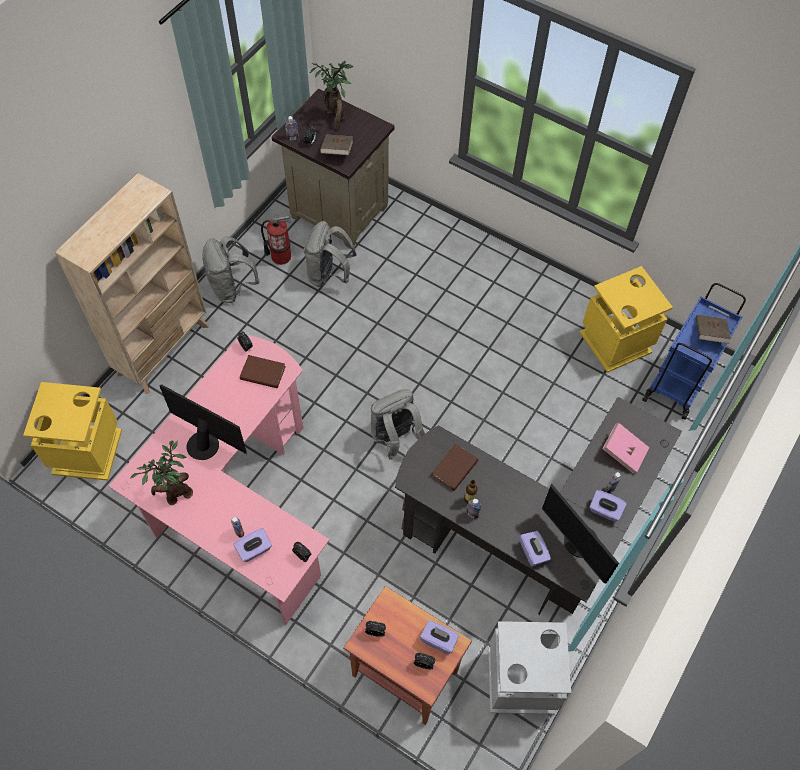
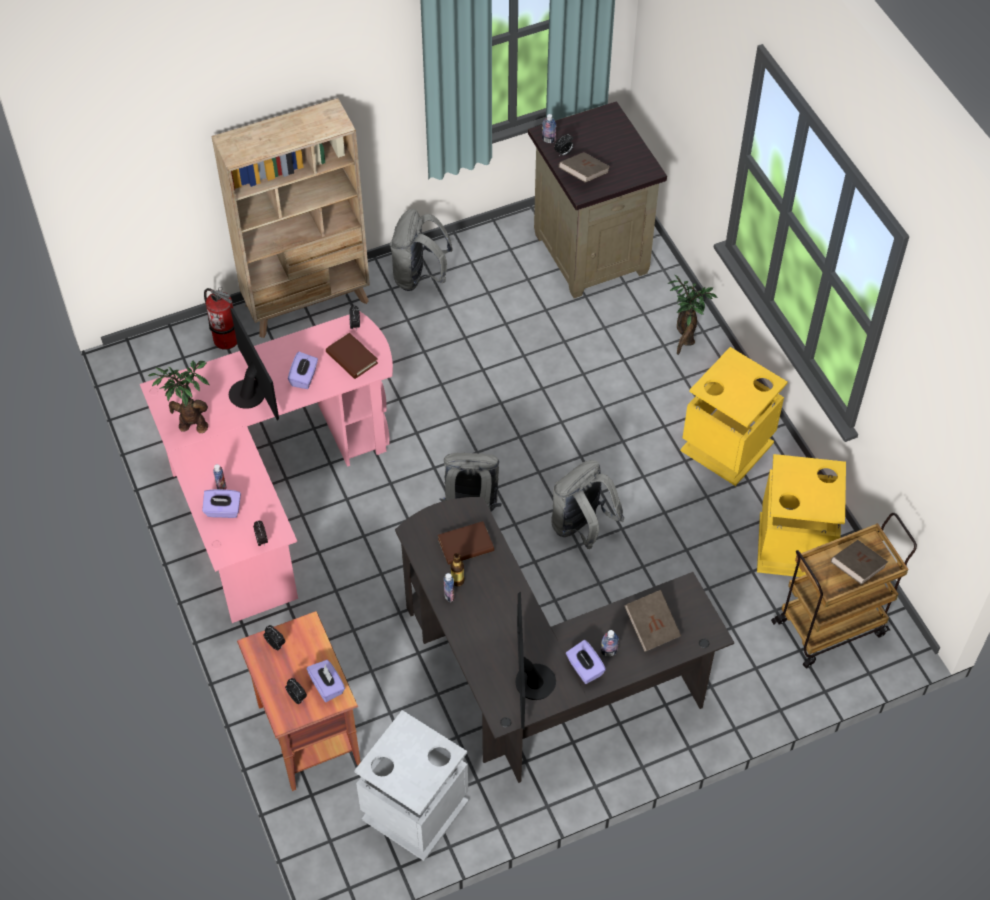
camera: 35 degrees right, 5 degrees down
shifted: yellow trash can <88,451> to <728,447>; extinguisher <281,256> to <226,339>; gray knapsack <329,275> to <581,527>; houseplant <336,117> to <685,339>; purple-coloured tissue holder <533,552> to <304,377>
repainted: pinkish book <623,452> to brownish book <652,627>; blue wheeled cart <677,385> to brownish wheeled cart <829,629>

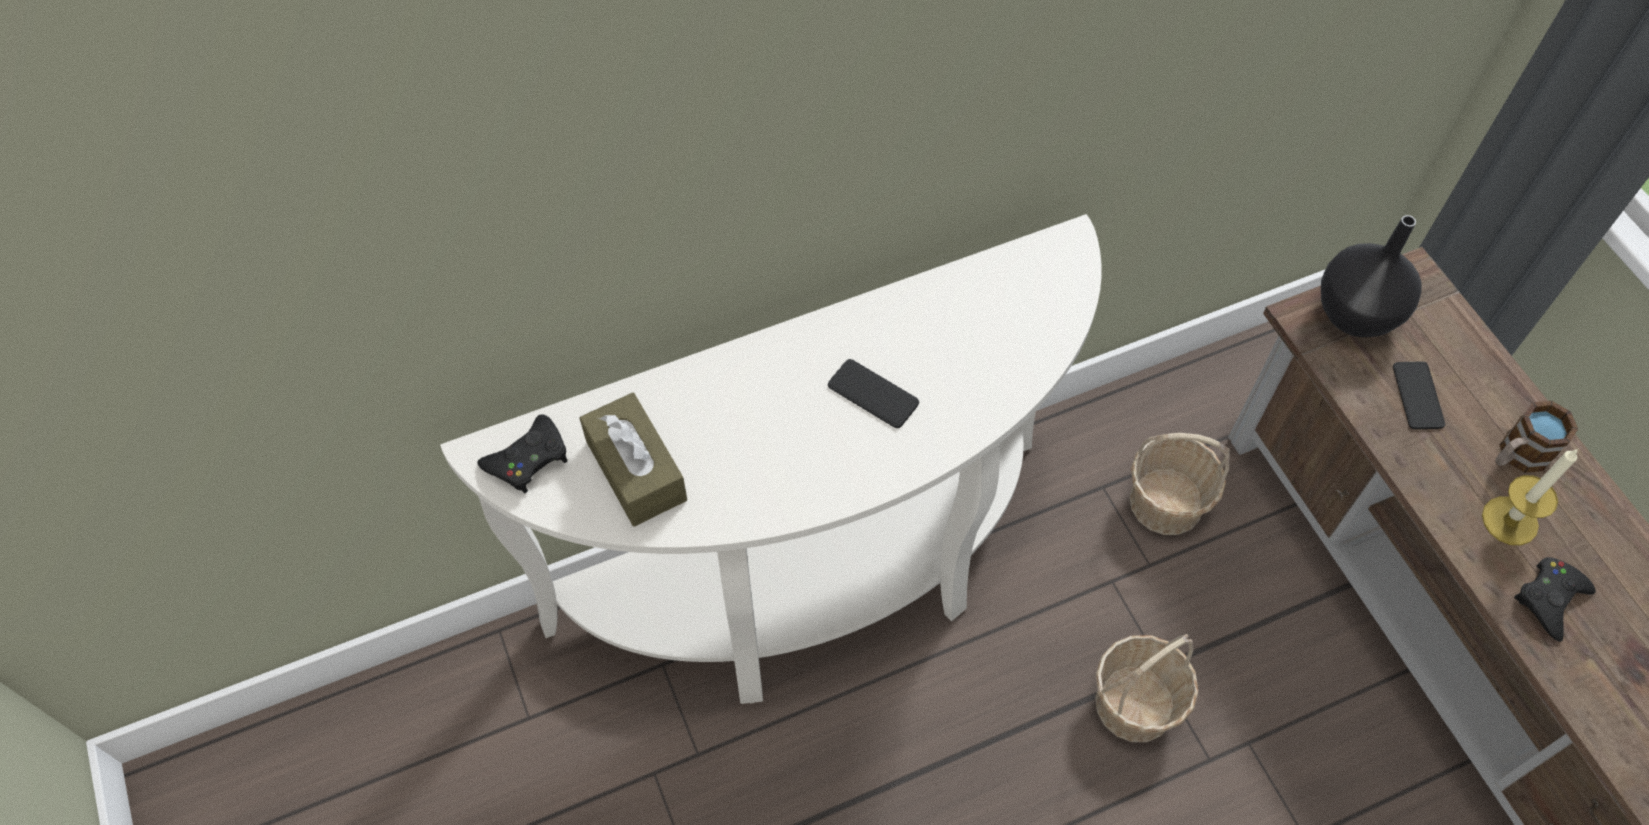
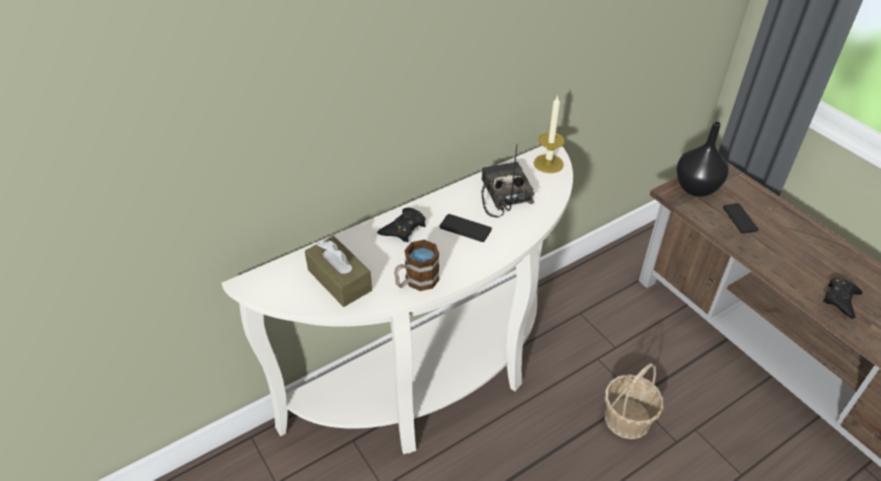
camera: 10 degrees left, 15 degrees down
gone: basket <1166,502>
new: radio <503,194>
shifted: black gamepad <528,459> to <403,228>; wax light <1510,520> to <548,163>; coffee mug <1516,455> to <416,282>

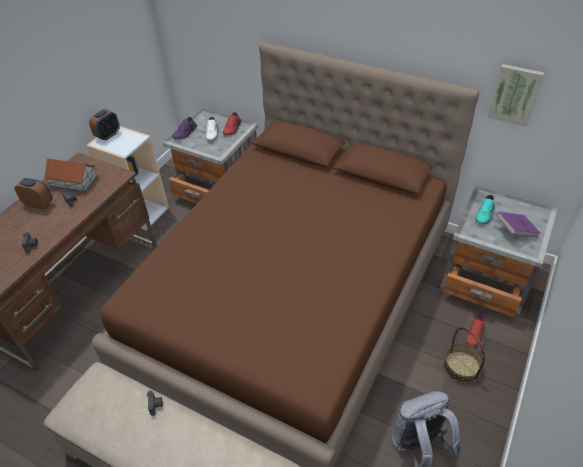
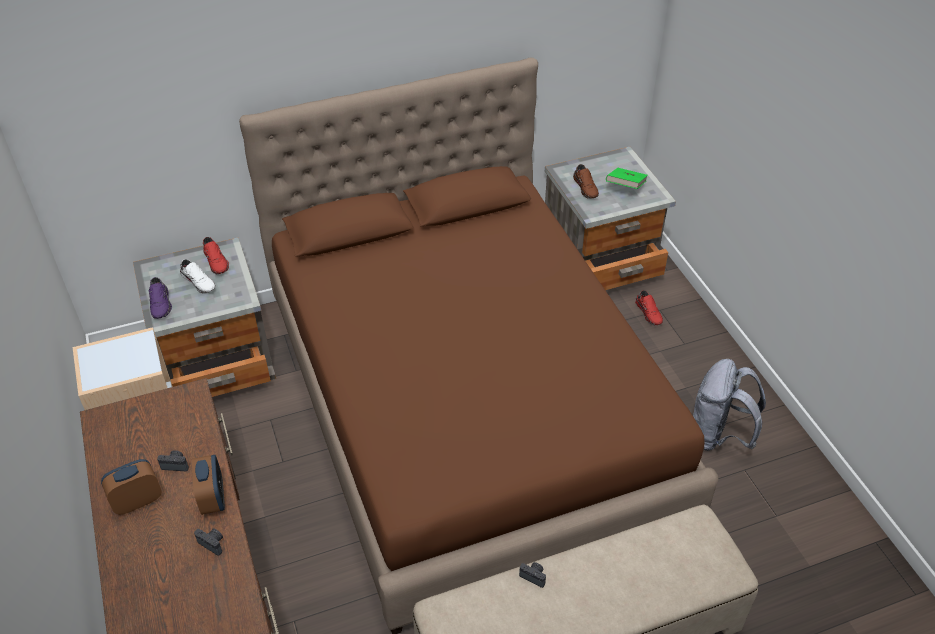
camera: 50 degrees left, 0 degrees up
gone: miniature house <74,182>; basket <462,367>; wall picture <515,94>
shifted: table clock <108,135> to <213,498>
repainted: turquoise-coloured low shoe <485,214> to brownish low shoe <586,187>; purple-coloured book <515,231> to green-coloured book <625,187>

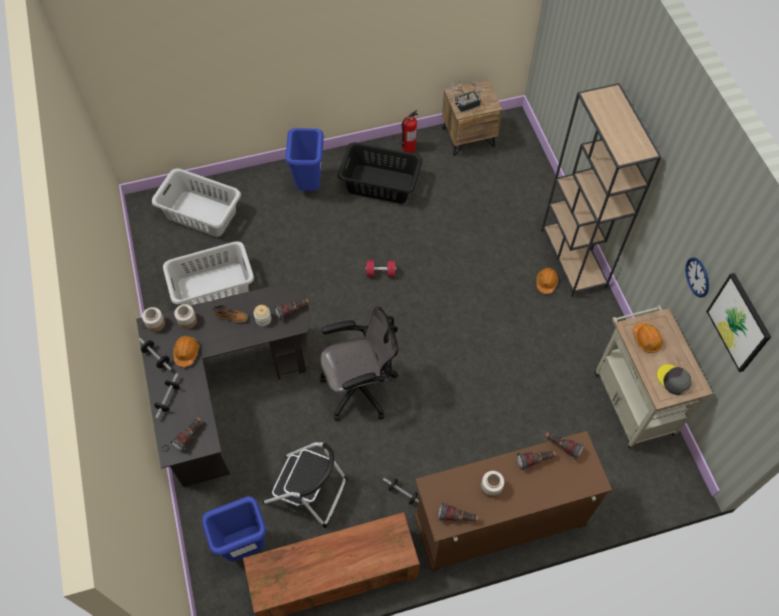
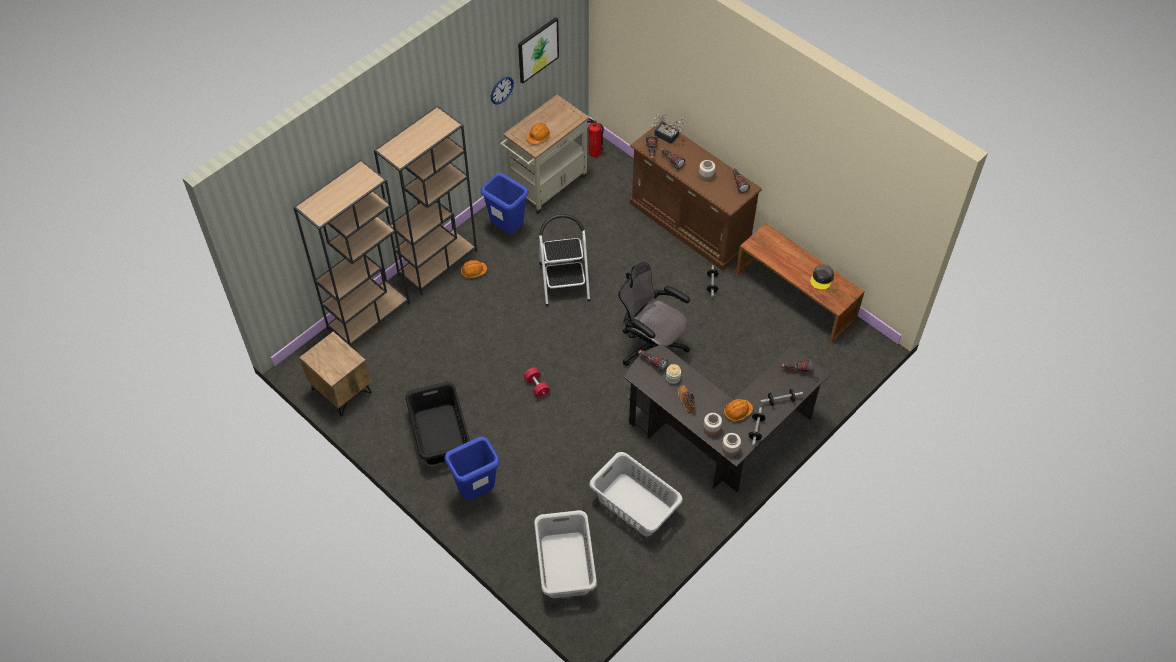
camera: 120 degrees left, 5 degrees down
new: bookcase <369,316>
shifted: blue trash can <245,546> to <507,229>; step ladder <308,492> to <564,280>; extinguisher <408,148> to <595,152>; houseplant <464,104> to <668,136>; gray baseball cap <673,380> to <822,278>

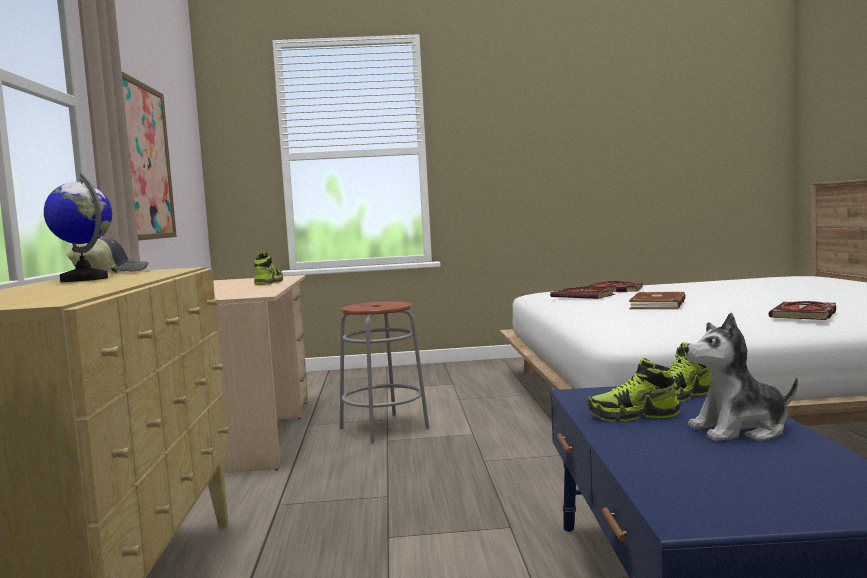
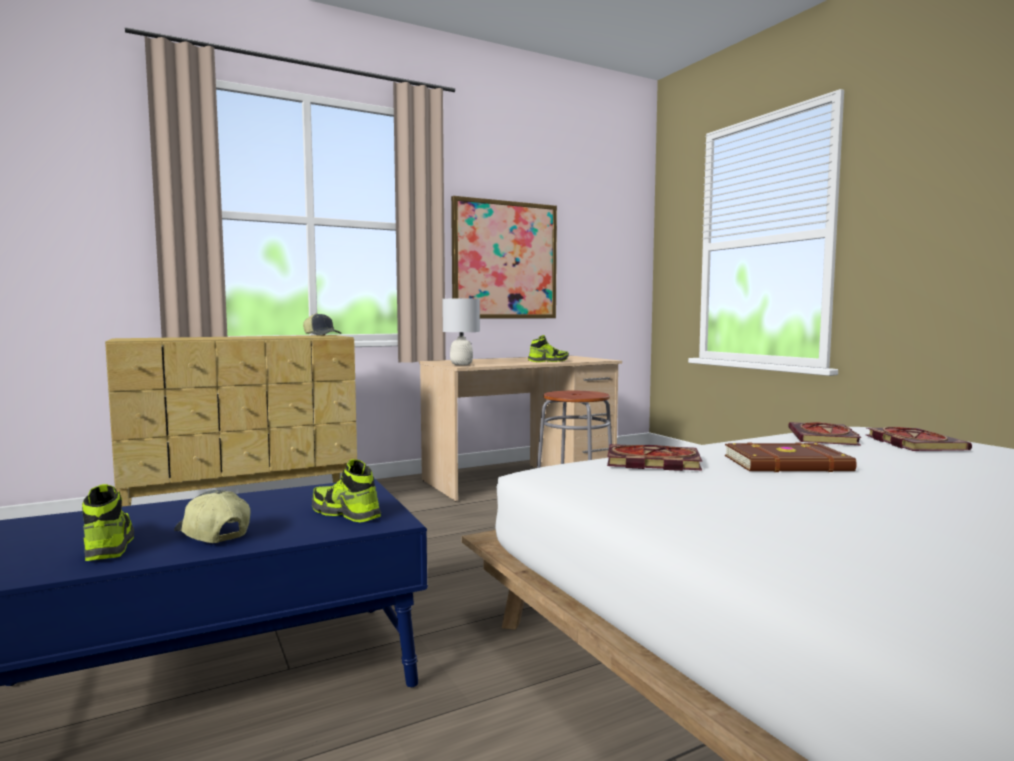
camera: 65 degrees right, 0 degrees up
gone: globe <84,279>
new: gray tabletop lamp <461,365>
shifted: low shoe <633,415> to <108,545>; book <804,315> to <650,462>
swapped: soft toy <740,430> to baseball cap <211,534>

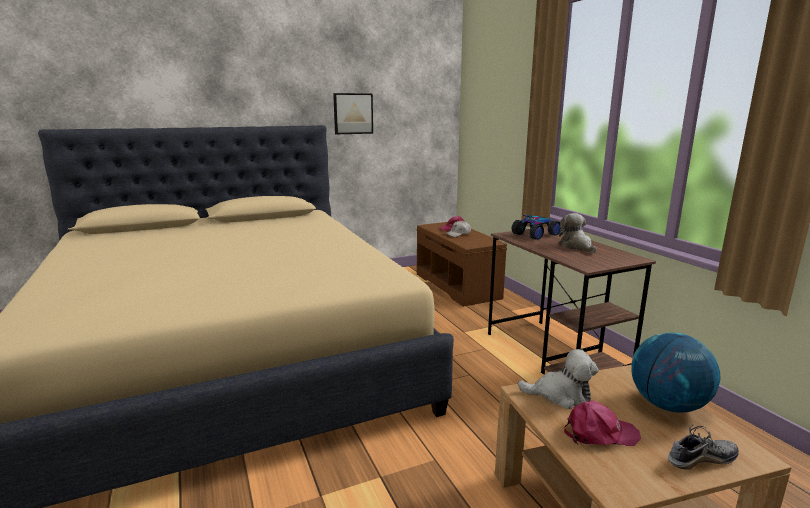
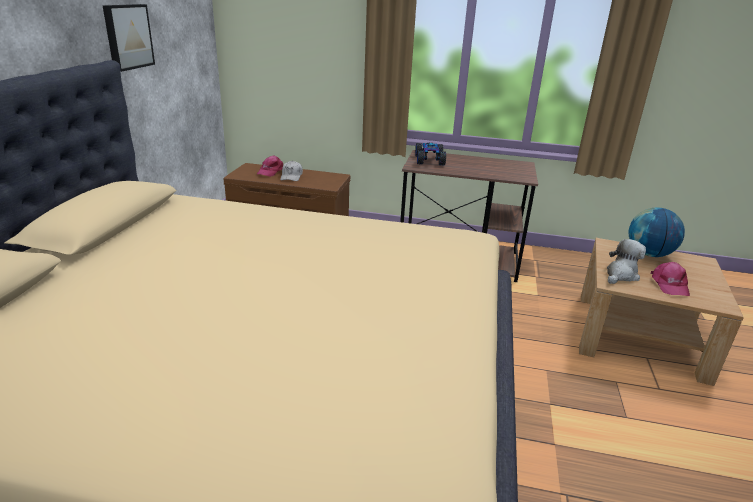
camera: 55 degrees left, 10 degrees up
gone: soft toy <576,247>; low shoe <701,459>
rotated: pinkish baseball cap <599,433> = <669,284> 150 degrees clockwise

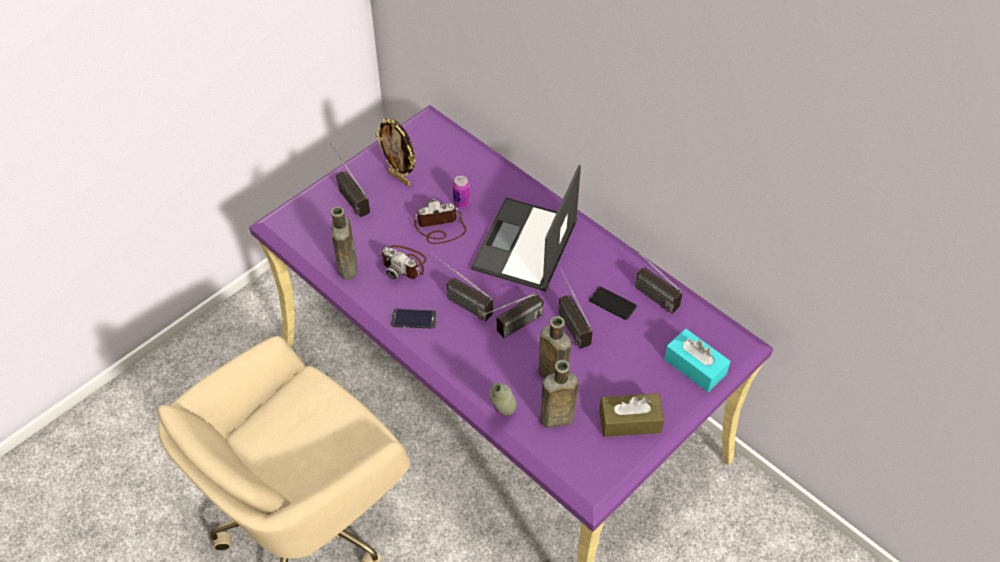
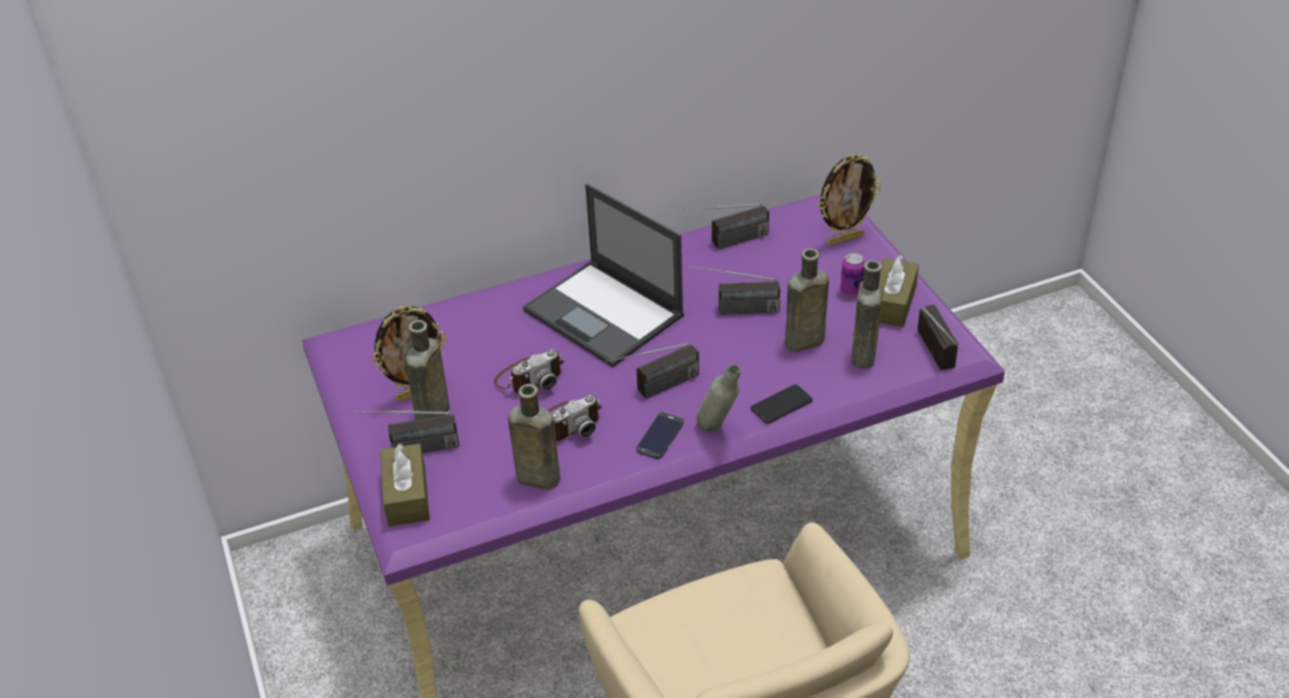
camera: 65 degrees left, 10 degrees down
new: brownish tissue holder <407,495>; brownish beverage bottle <431,416>
shifted: sealed can <462,202> to <851,291>; radio <510,330> to <944,359>; gray beverage bottle <503,416> to <718,431>; telephone <612,304> to <781,405>
swapped: turquoise-coloured tissue holder <695,367> to picture frame <845,239>
rotated: photo camera <440,228> = <529,377> 135 degrees counterclockwise

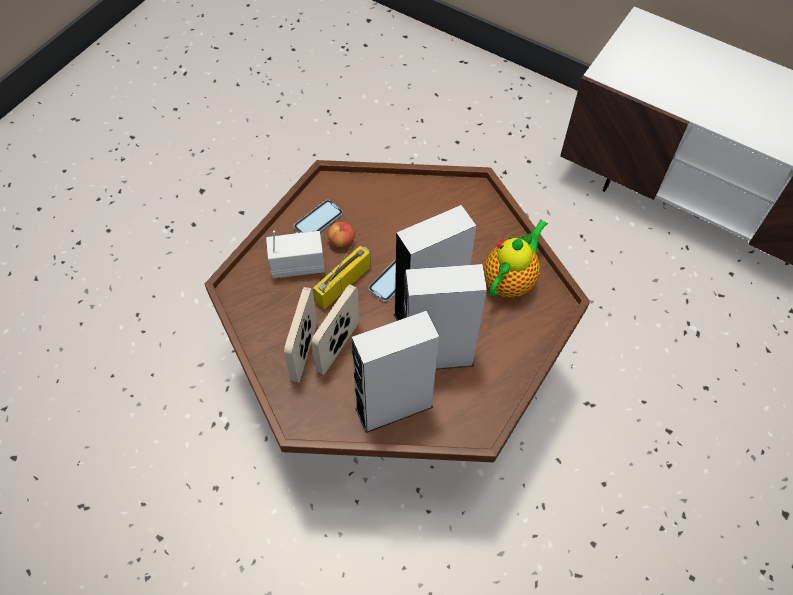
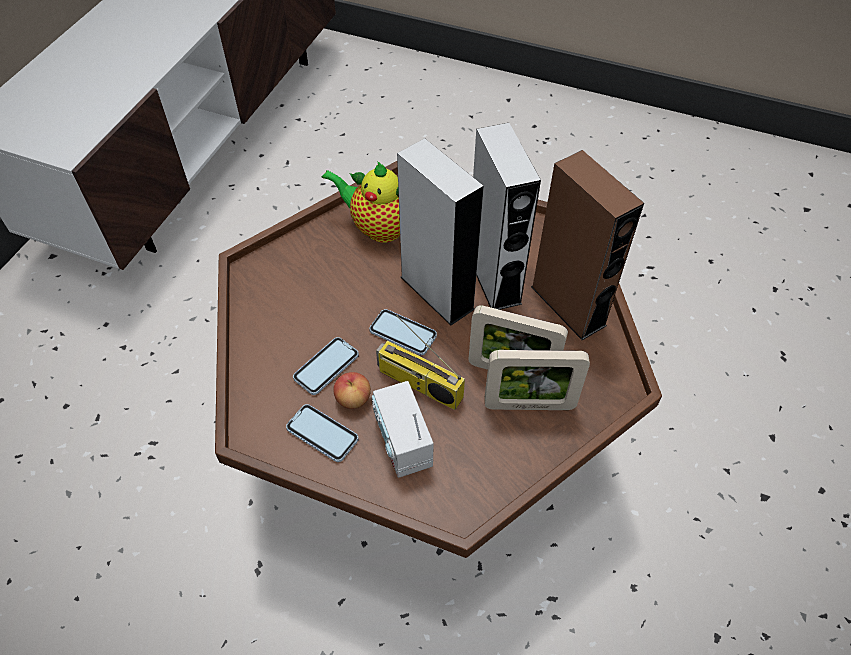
camera: 100 degrees left, 5 degrees down
new: telephone <326,367>
repainted: gray audio speaker <394,407> to brownish audio speaker <568,306>

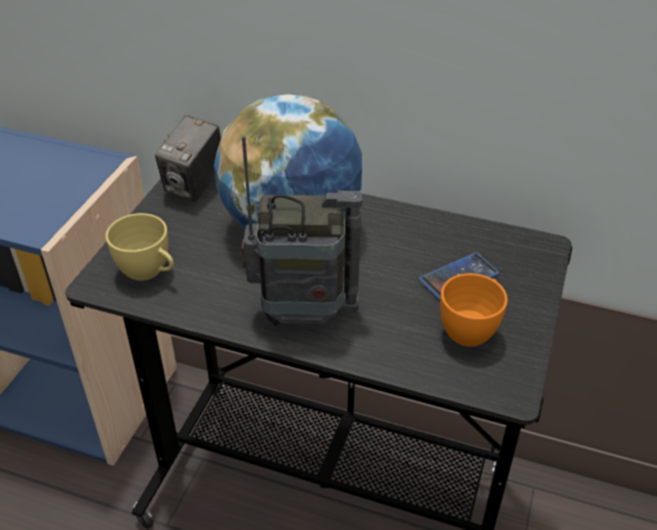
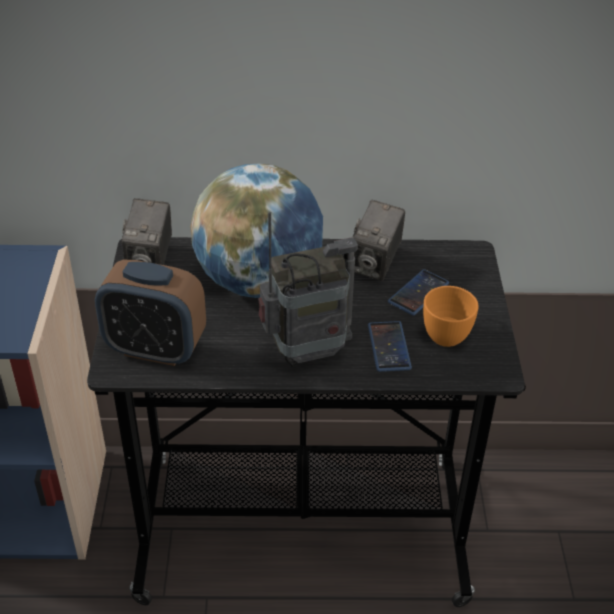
camera: 20 degrees left, 0 degrees up
new: photo camera <375,264>; telephone <389,347>
swapped: yellow drinking cup <149,272> to table clock <155,349>

